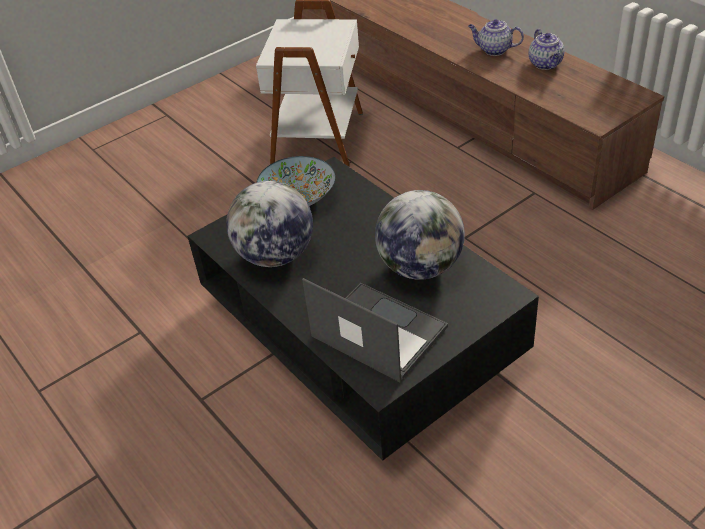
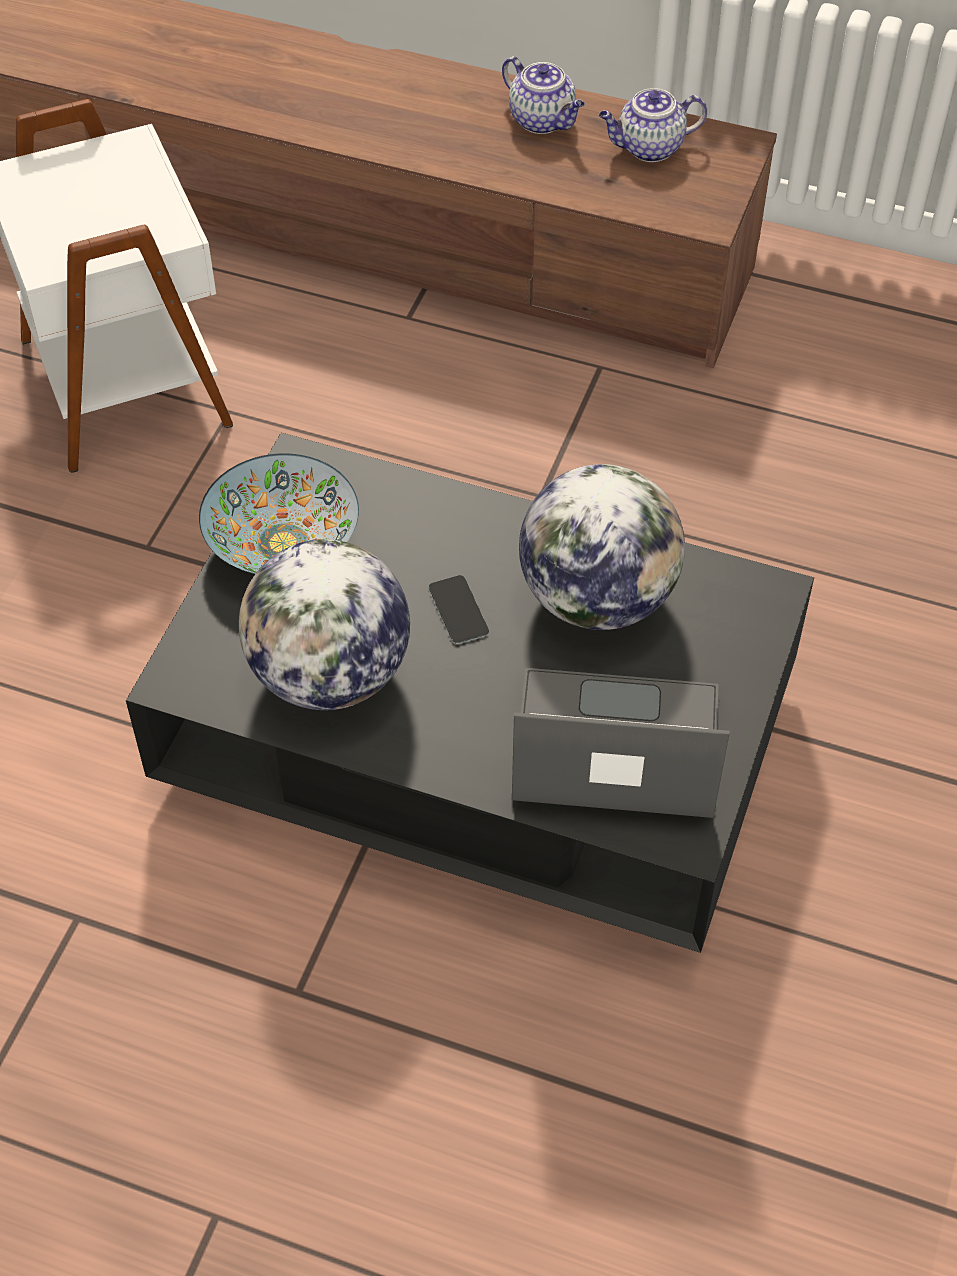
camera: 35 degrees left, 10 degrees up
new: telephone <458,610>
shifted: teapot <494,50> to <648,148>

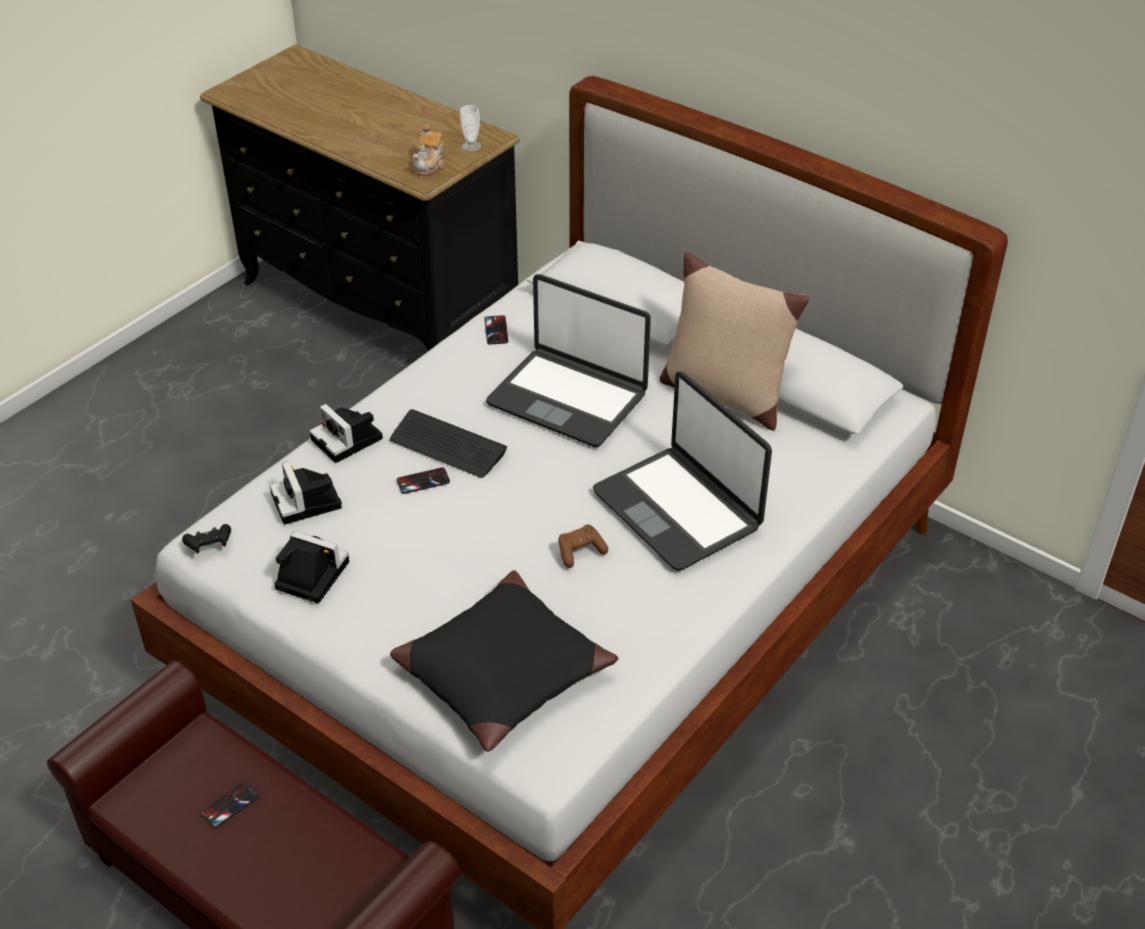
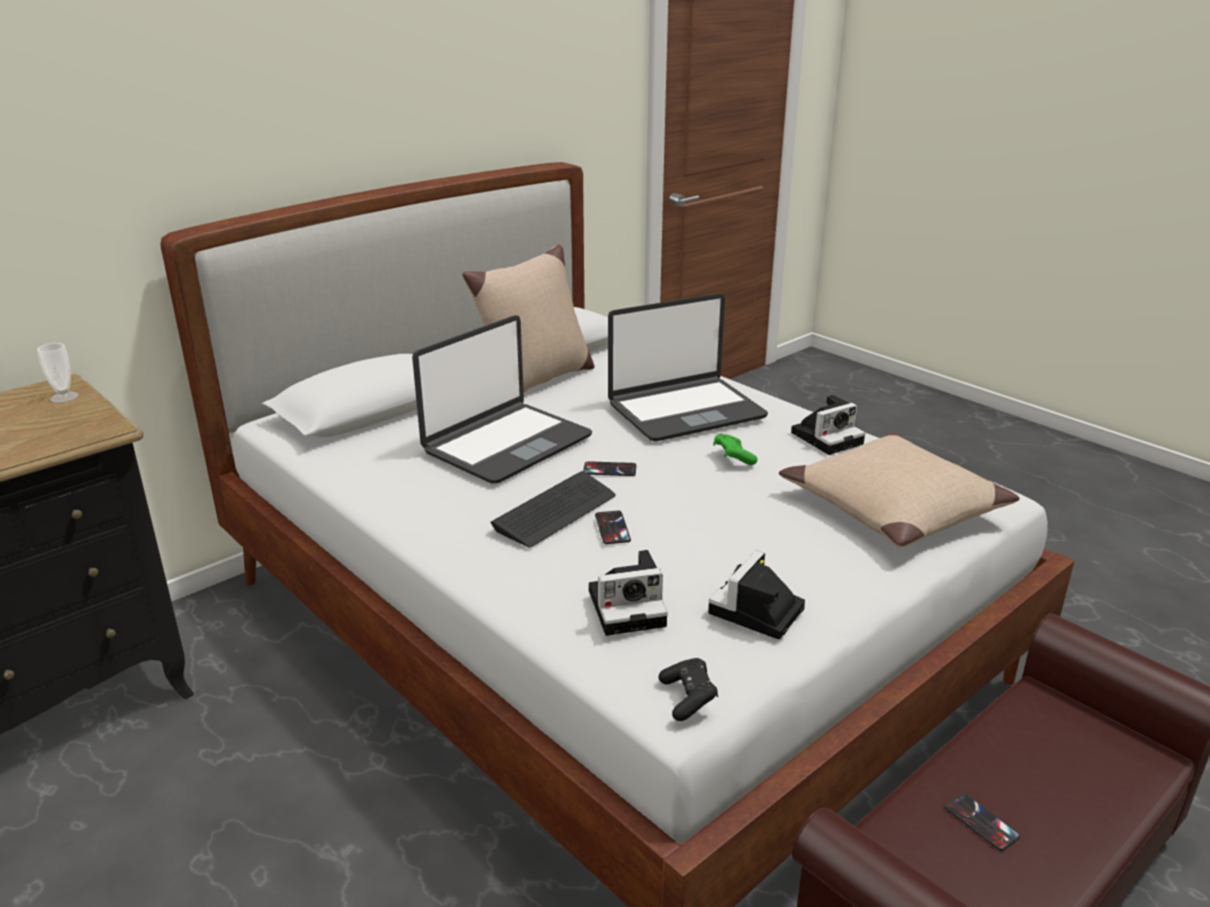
camera: 80 degrees left, 15 degrees down
gone: teapot <430,165>
shifted: photo camera <349,440> to <828,437>; telephone <496,330> to <609,469>
repainted: black throw pillow <502,672> to beige-coloured throw pillow <892,507>; brownish gamepad <580,552> to green-coloured gamepad <733,457>

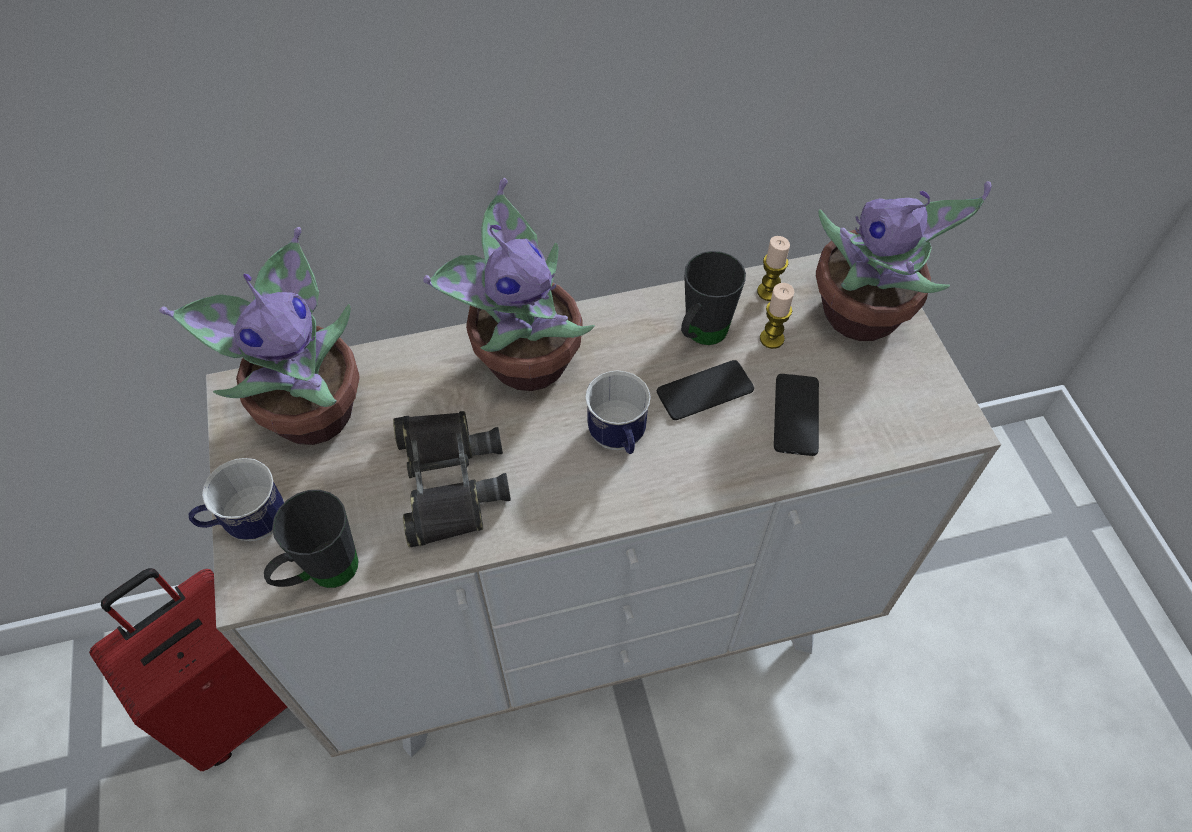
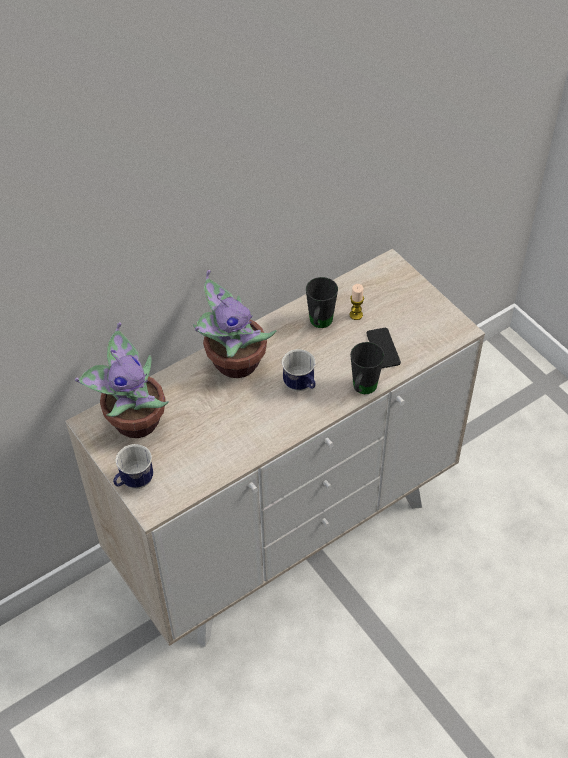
camera: 20 degrees left, 5 degrees down
gone: reddish piece of luggage <240,703>; black binoculars <448,481>; telephone <705,391>; wax light <768,292>; houseplant <863,317>
shifted: black coffee mug <322,575> to <362,390>

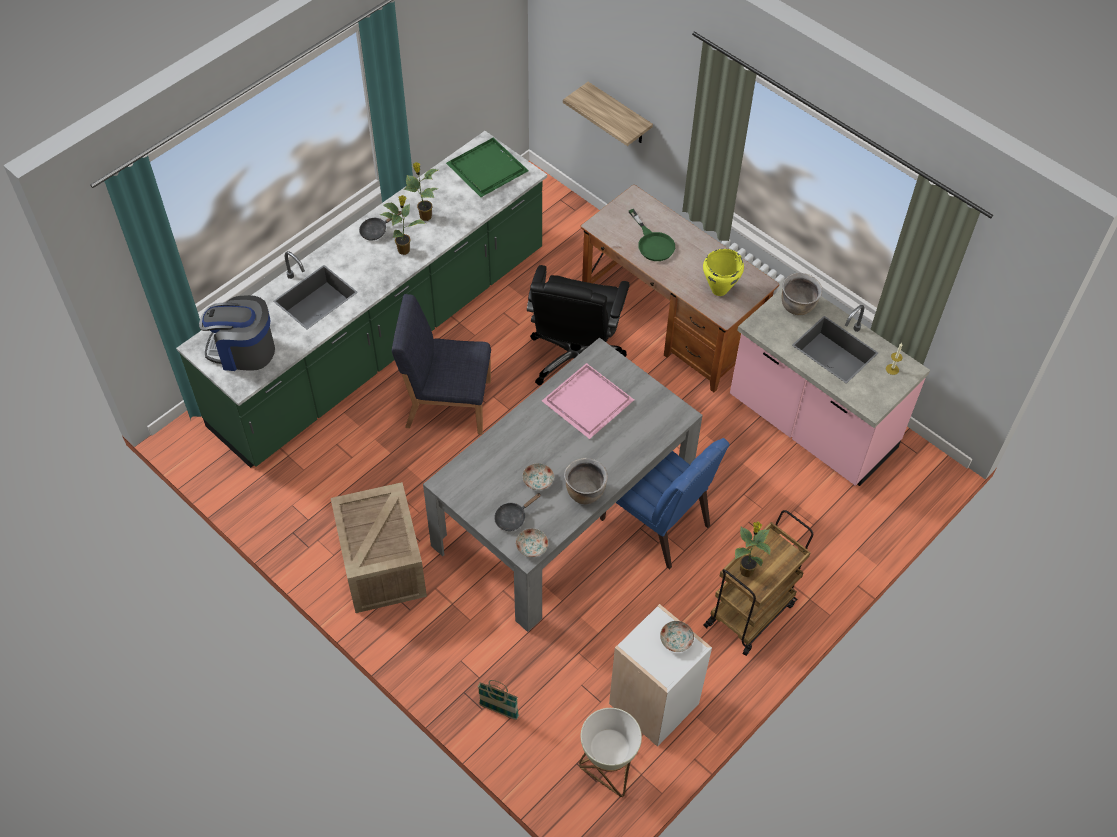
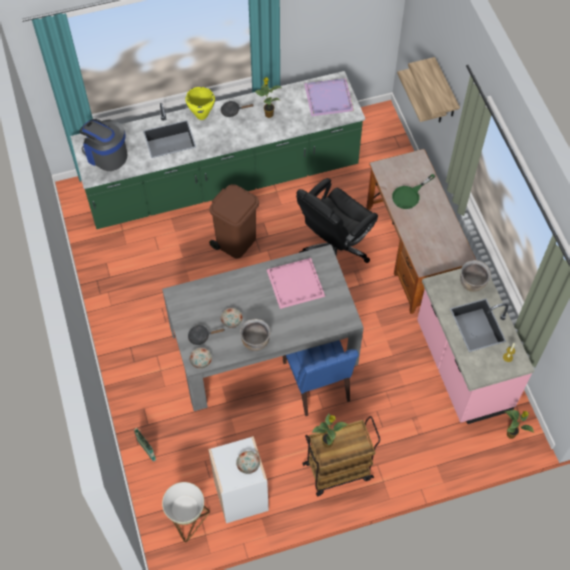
camera: 30 degrees right, 5 degrees up
gone: packing crate <381,564>
new: shelf <445,90>
shifted: houseplant <404,250> to <511,434>; yellow saucepot <719,290> to <201,115>
swapped: blue plain chair <447,403> to brownish trash can <236,241>
repainted: green-coloured carrying tray <488,169> to purple-coloured carrying tray <329,98>
rotated: green-coloured skillet <653,243> = <409,195> 45 degrees clockwise

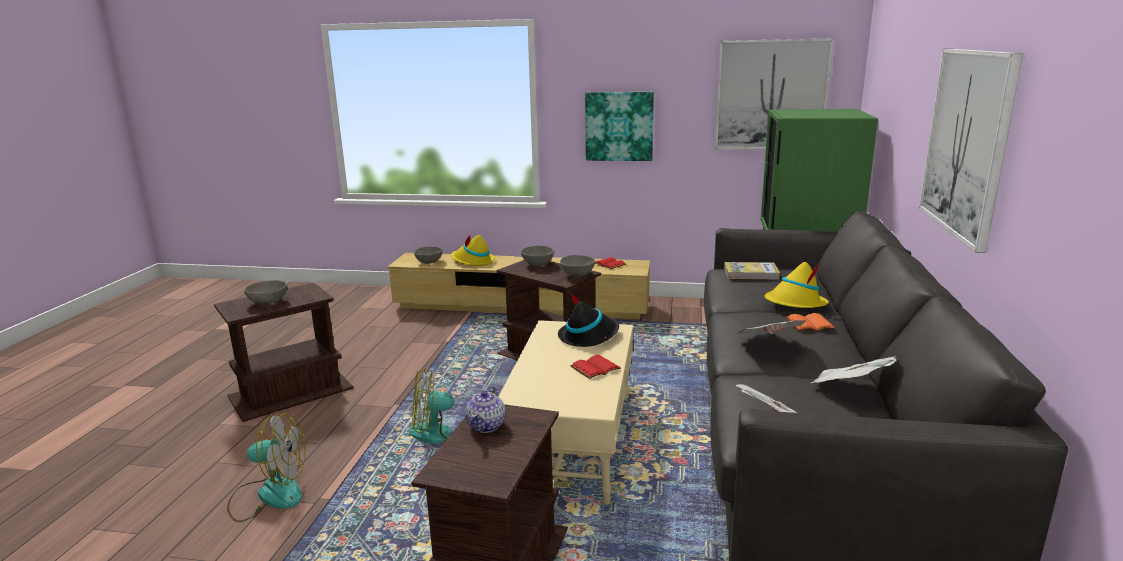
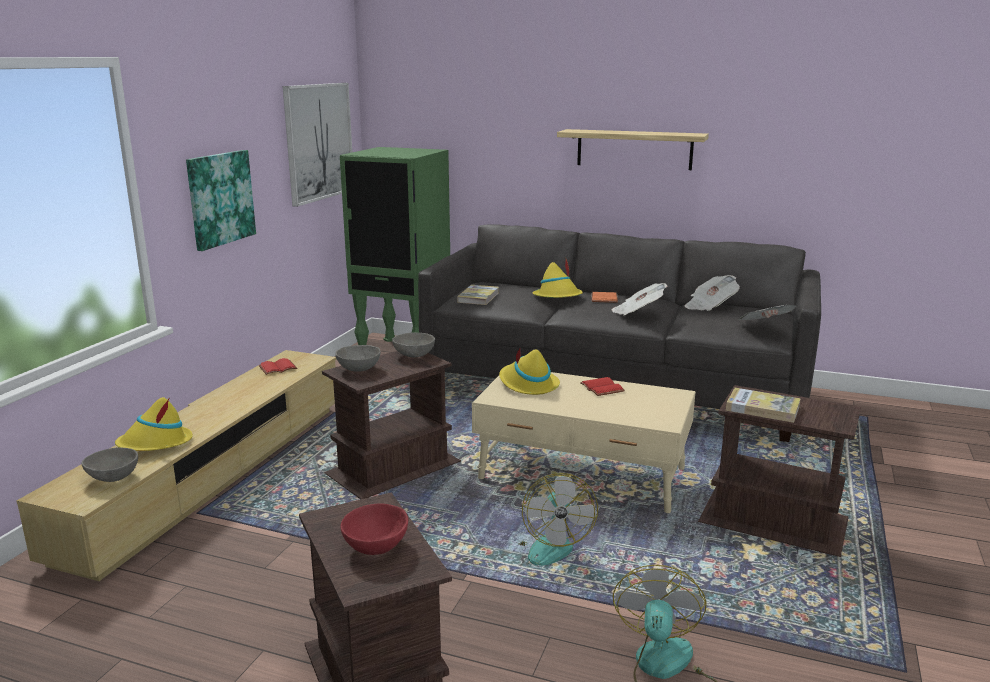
camera: 80 degrees left, 0 degrees up
swapped: teapot <486,425> to book <762,408>; wall picture <967,143> to shelf <634,149>
repainted: gray deep dish <268,302> to reddish deep dish <376,546>; black hat <589,336> to yellow hat <527,384>

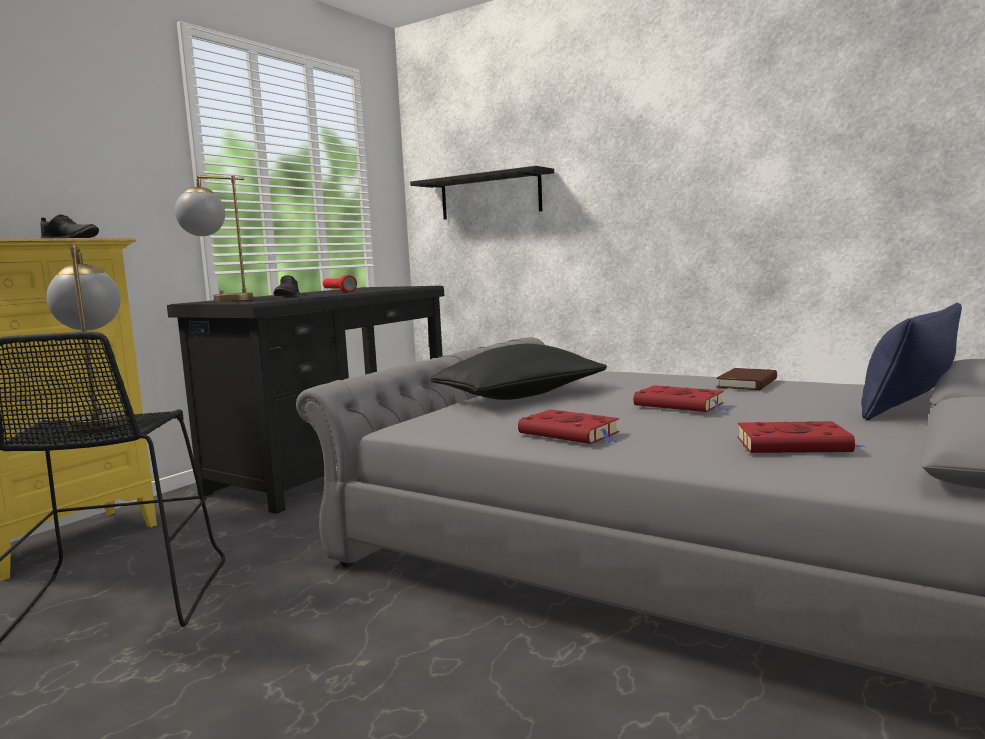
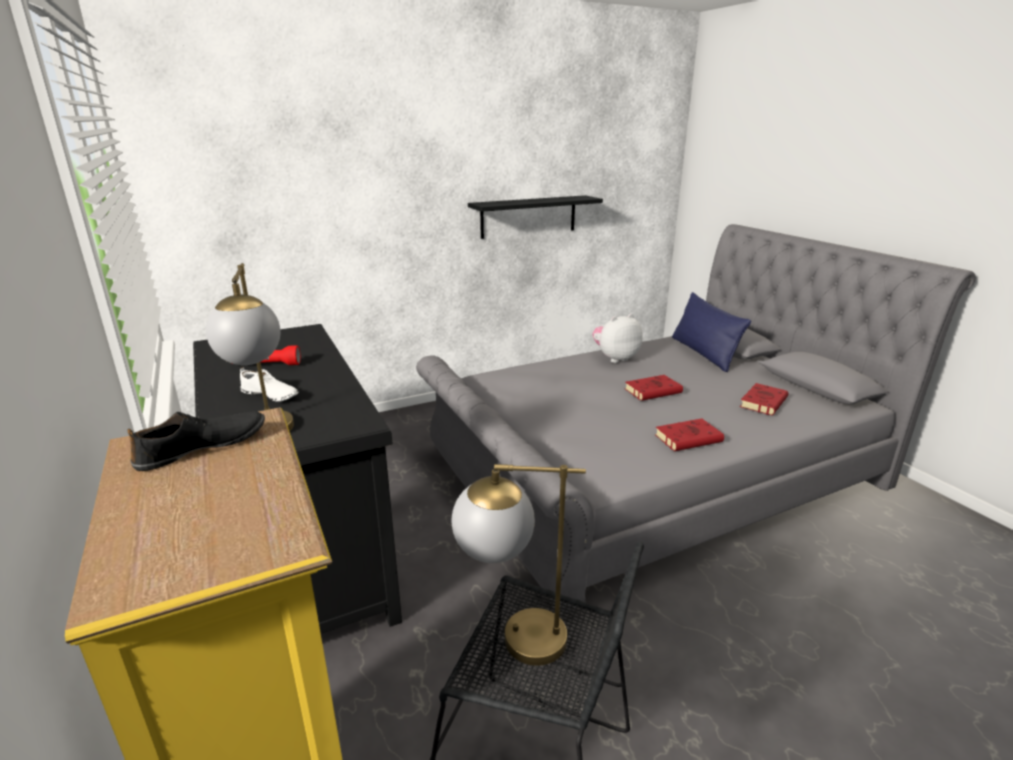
camera: 60 degrees left, 15 degrees up
gone: black throw pillow <521,396>
shifted: black shelf <490,196> to <528,216>
swapped: brownish book <747,383> to soft toy <615,358>
repainted: black low shoe <287,296> to white-coloured low shoe <270,395>

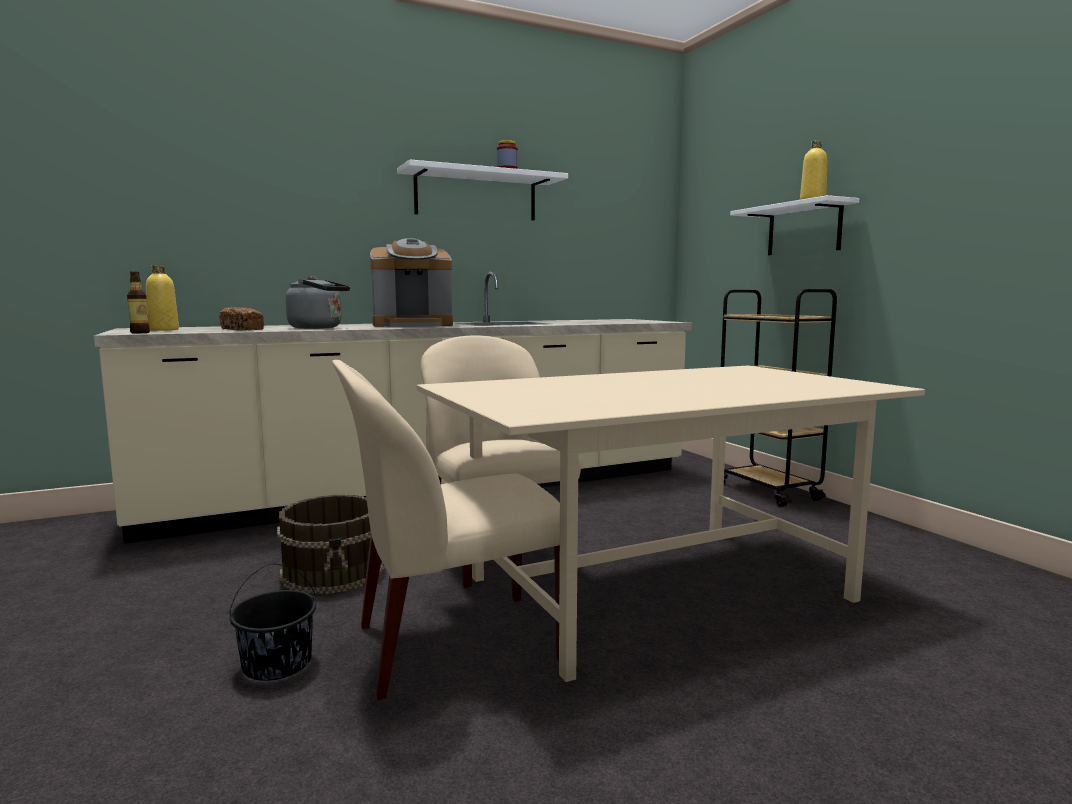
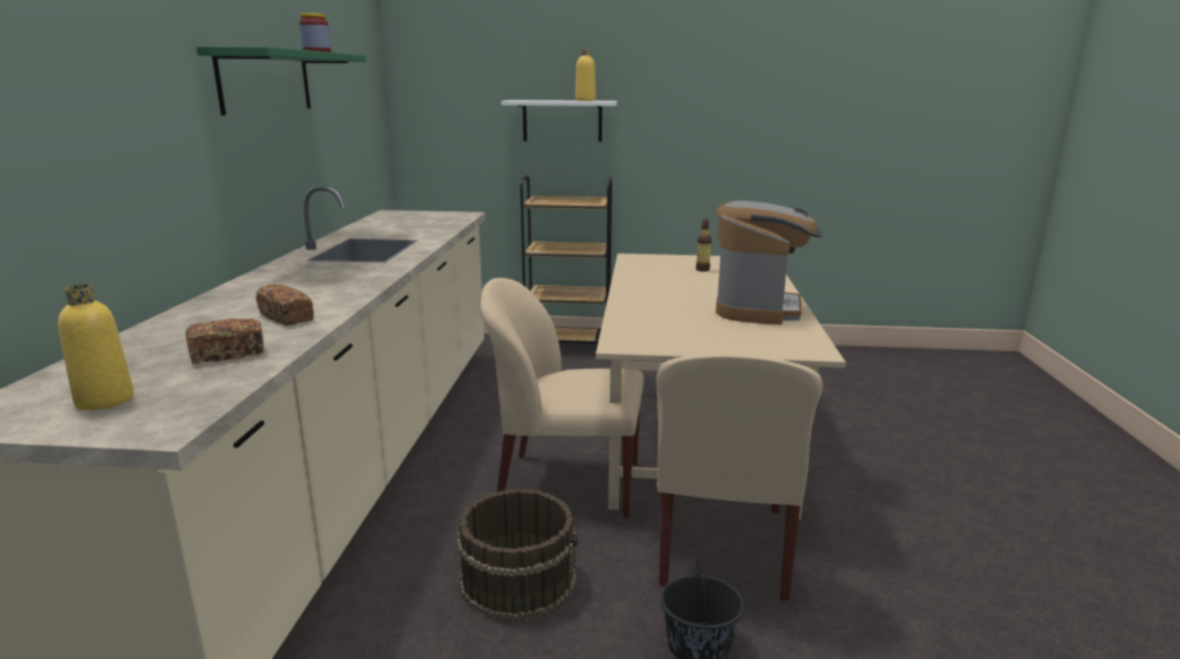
camera: 60 degrees left, 10 degrees up
shifted: beverage bottle <140,333> to <702,270>; coffee maker <413,325> to <759,308>
swapped: gray tea kettle <319,328> to baked bread <286,317>
repainted: white-coloured shelf <476,196> to green-coloured shelf <266,81>

